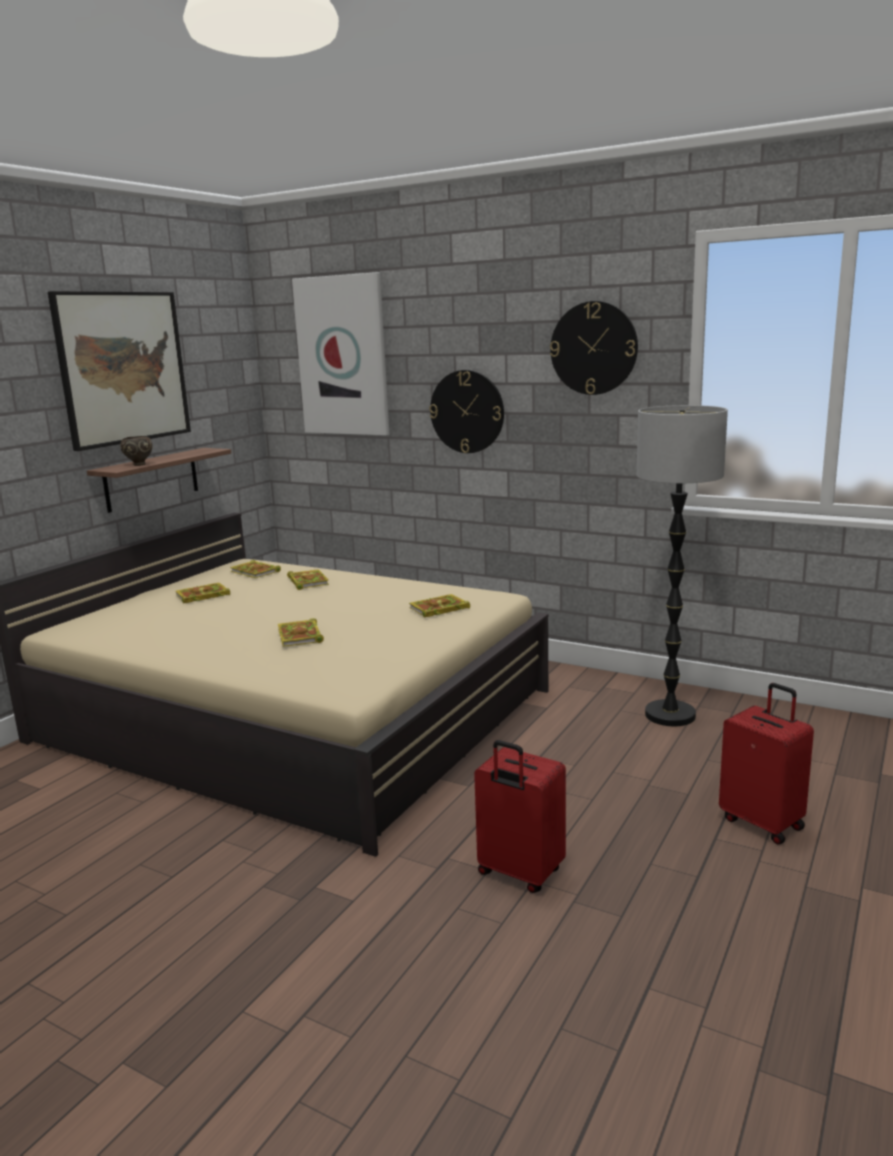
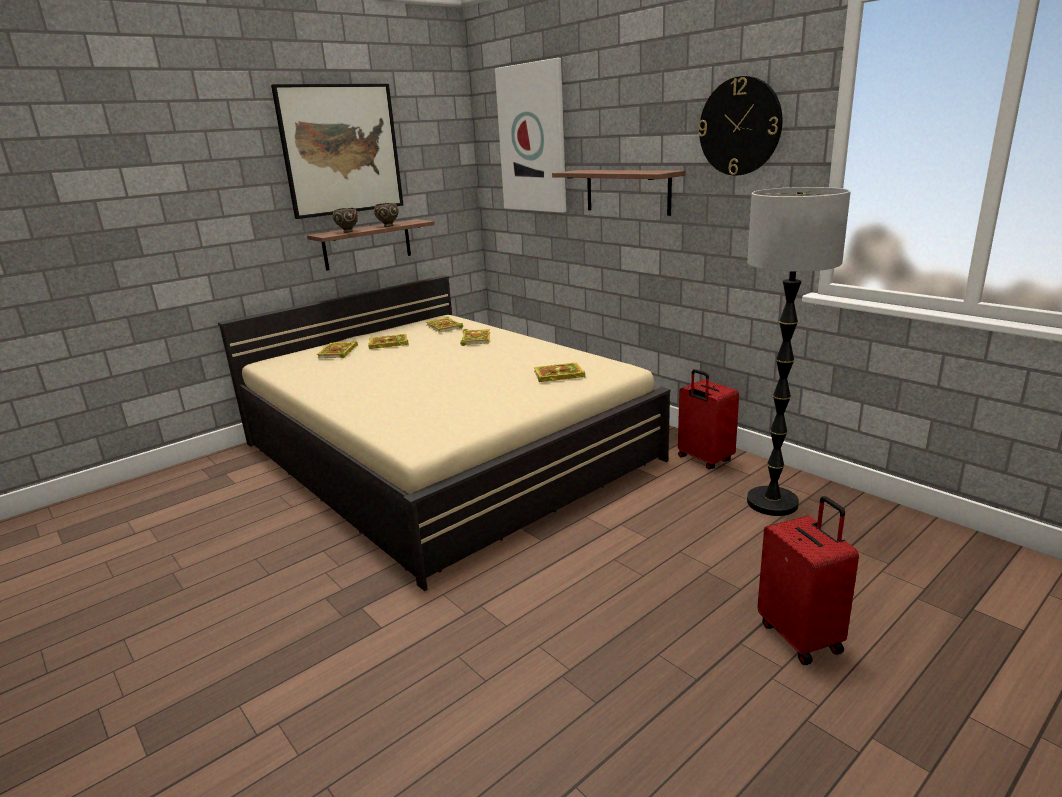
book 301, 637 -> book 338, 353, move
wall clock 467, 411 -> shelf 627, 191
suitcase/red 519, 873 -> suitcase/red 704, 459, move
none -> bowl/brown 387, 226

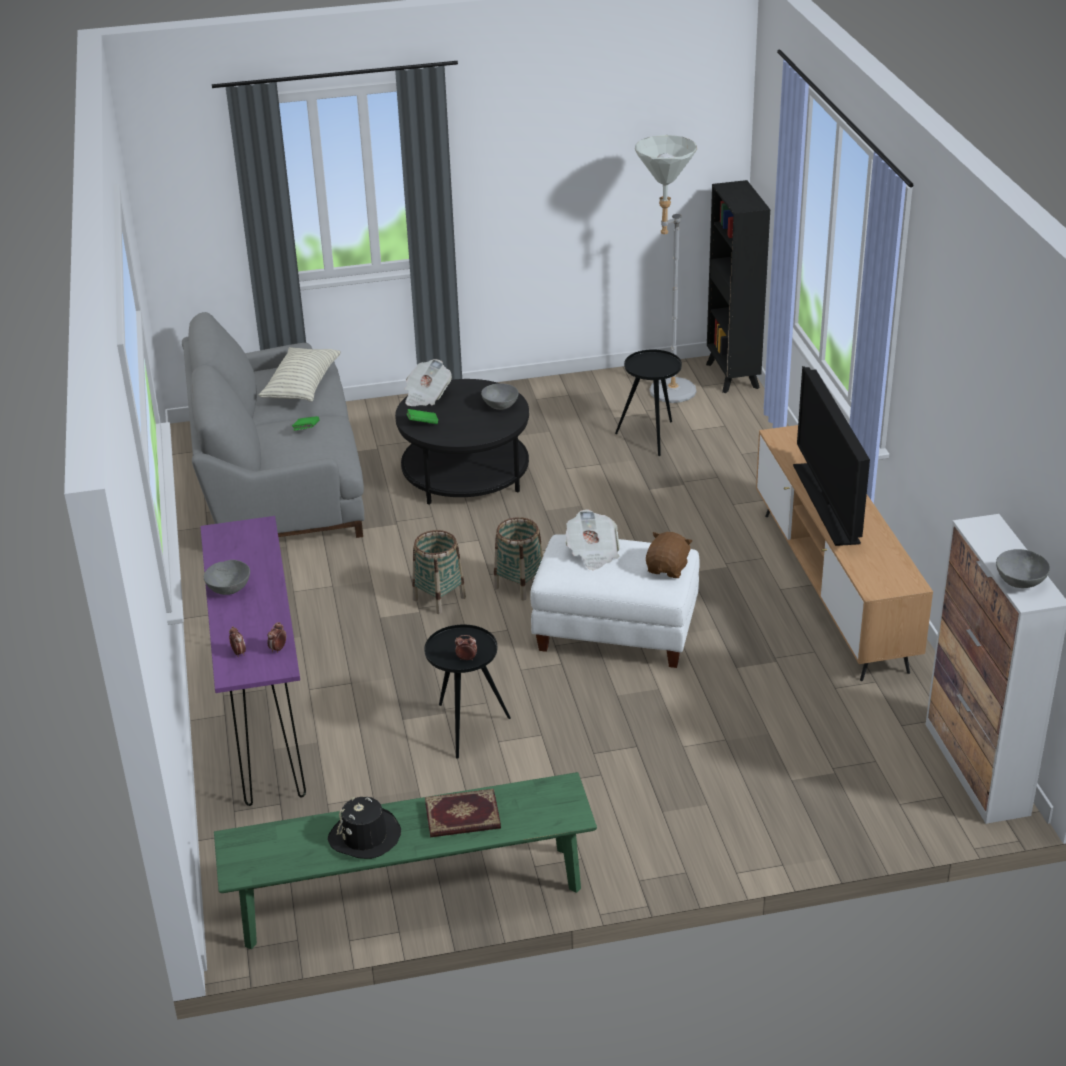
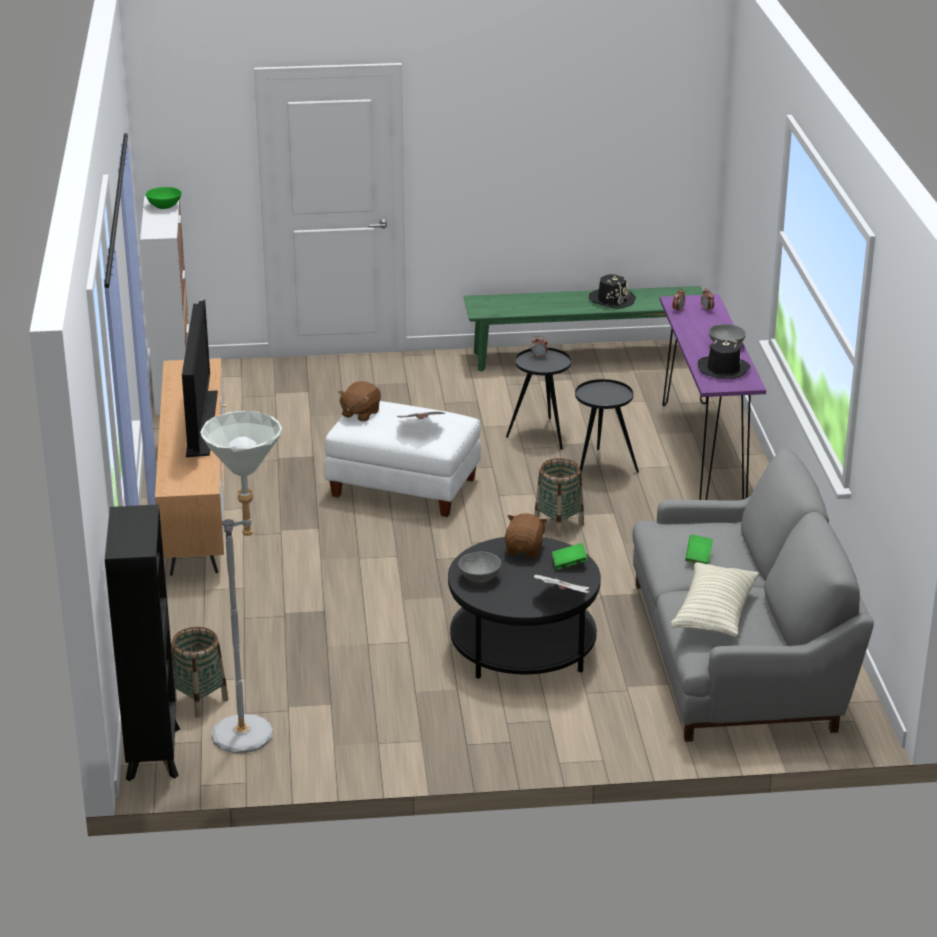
book 462, 817 -> none
basket 519, 585 -> basket 199, 700, move
side table/black 652, 436 -> side table/black 601, 467, move
bowl/grey 1020, 582 -> bowl/green 164, 206
none -> plush toy/brown 525, 549
none -> hat/black 723, 369

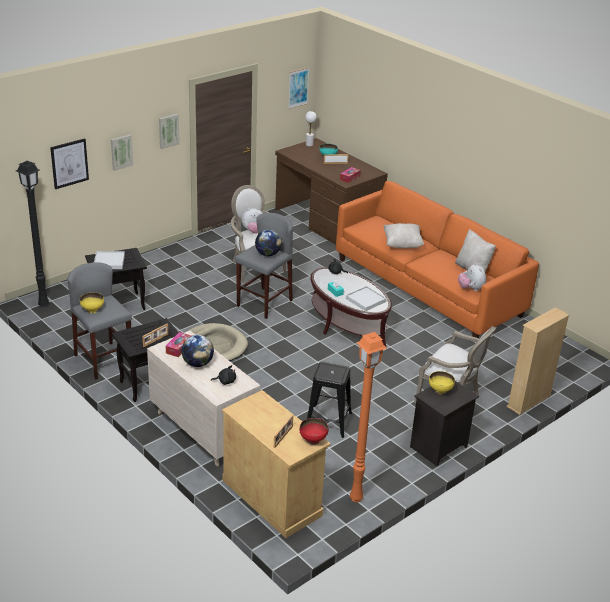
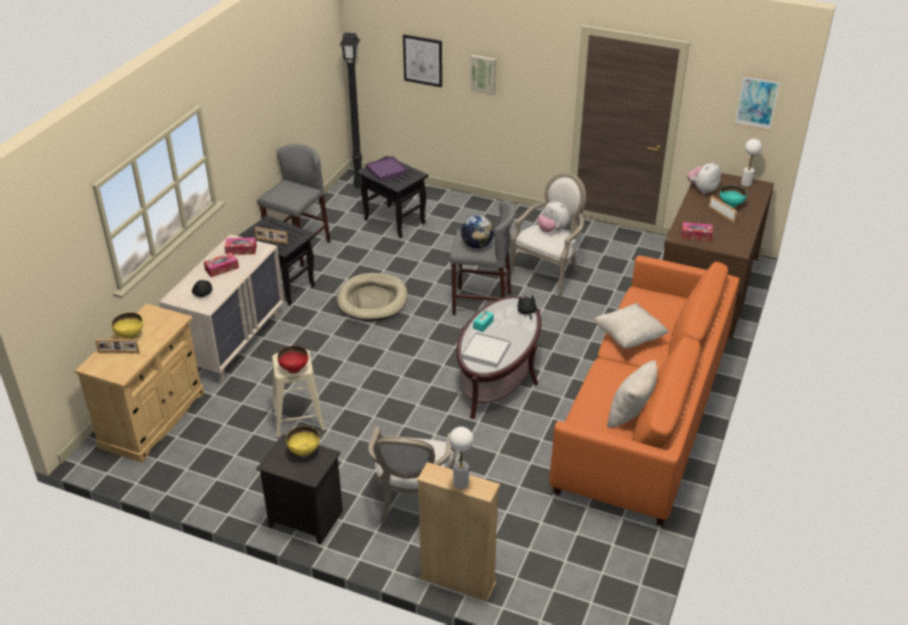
bowl/yellow 93, 310 -> bowl/yellow 130, 336, move
tray/white 109, 262 -> tray/purple 386, 170
picture 168, 130 -> none
globe 197, 364 -> tissue box 222, 269
bowl/red 313, 440 -> bowl/red 294, 369, move
stool/black 328, 421 -> stool/beige 298, 418
floor lamp/orange 355, 499 -> none
plush toy 471, 289 -> plush toy 702, 190, move
none -> table lamp/white 461, 483

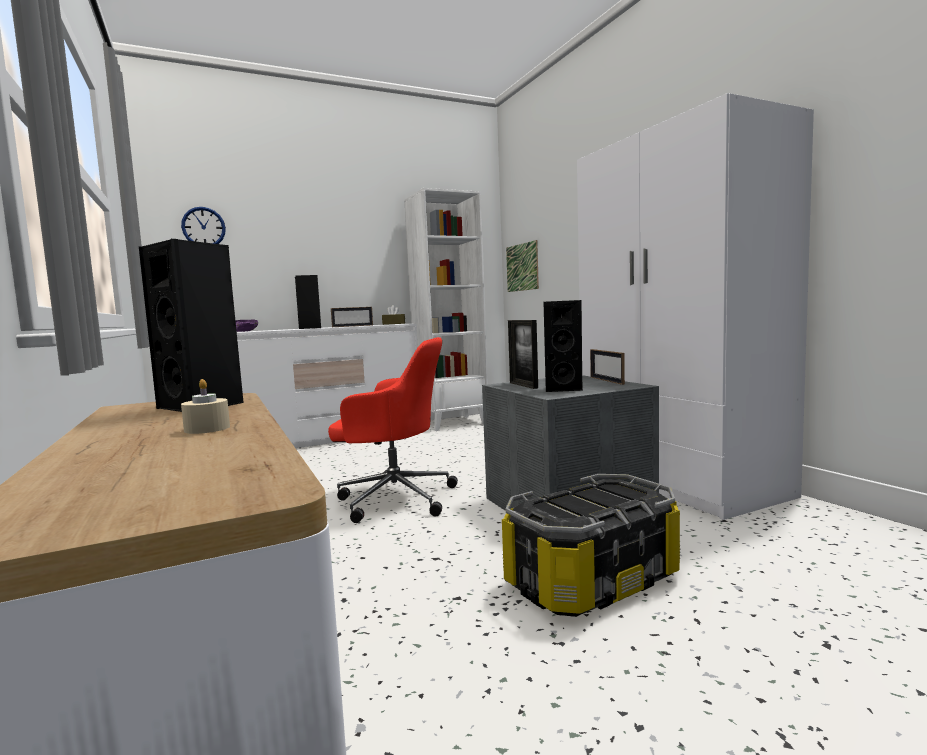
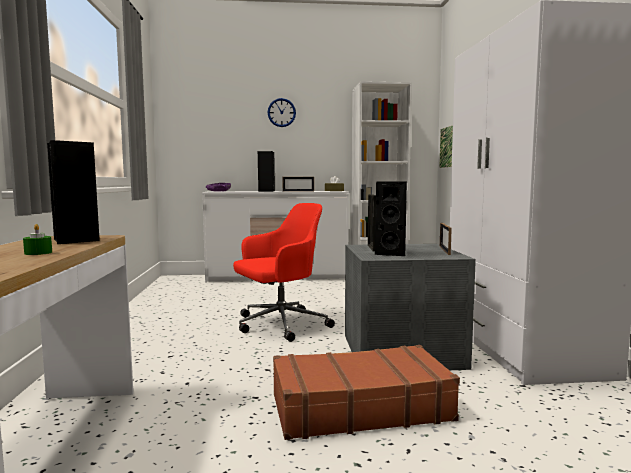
wall clock 203, 227 -> wall clock 281, 112, move
candle/beige 207, 429 -> candle/green 38, 253
office chair/red 394, 498 -> office chair/red 279, 325, 60 degrees counterclockwise
storage box 593, 581 -> suitcase/brown 359, 407

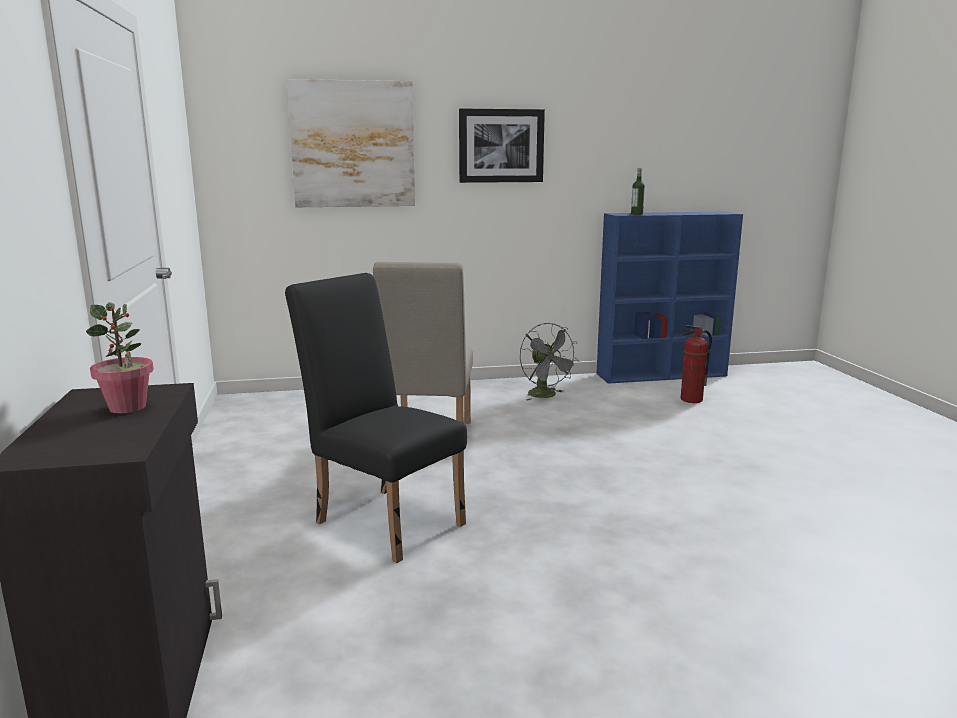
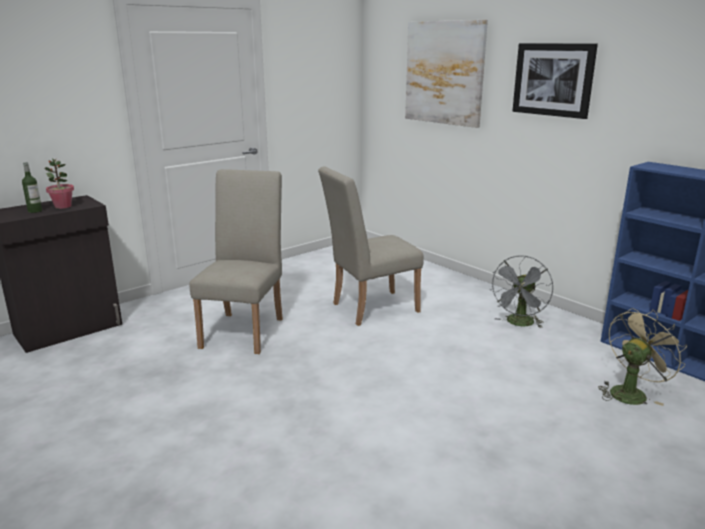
chair/black 383, 518 -> chair/beige 245, 329
bottle 636, 214 -> bottle 35, 211, move
fire extinguisher 691, 400 -> fan/beige 631, 392

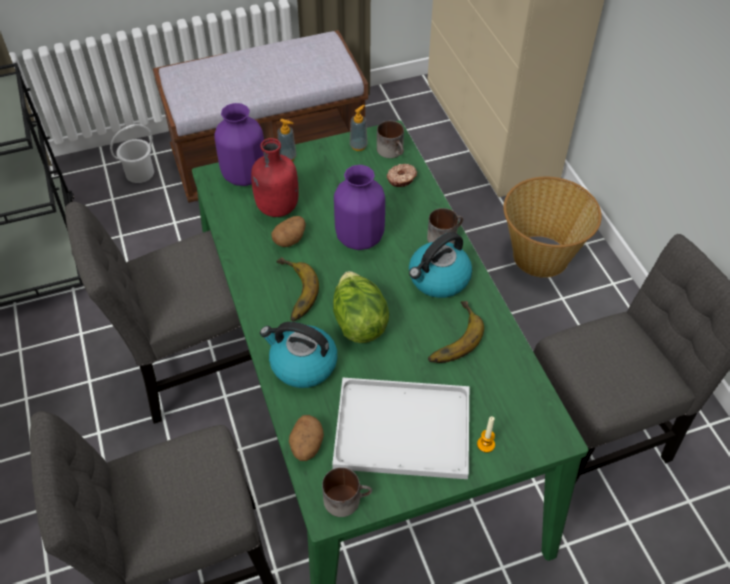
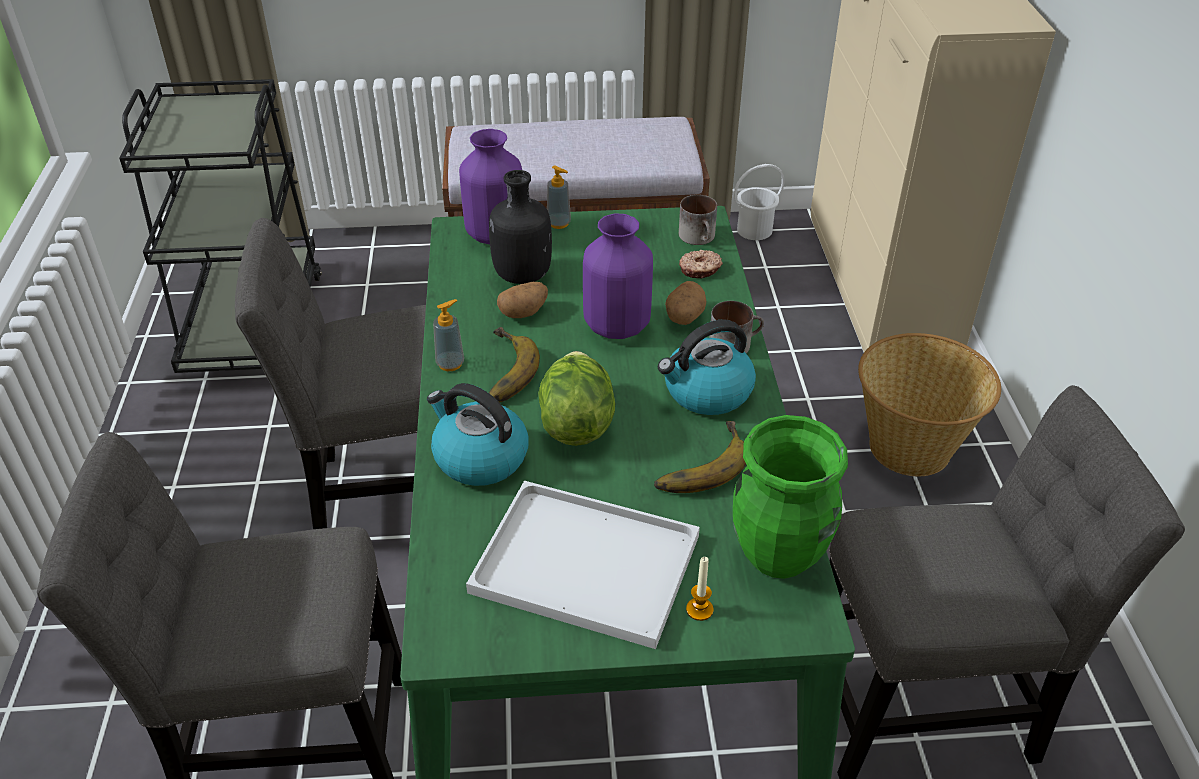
bucket/white 139, 173 -> bucket/white 754, 230, move
bottle/red 276, 208 -> bottle/black 521, 275
potato 306, 446 -> potato 684, 318, move
mug 346, 498 -> none
soap dispenser 358, 146 -> soap dispenser 450, 364, move
none -> vase/green 779, 554

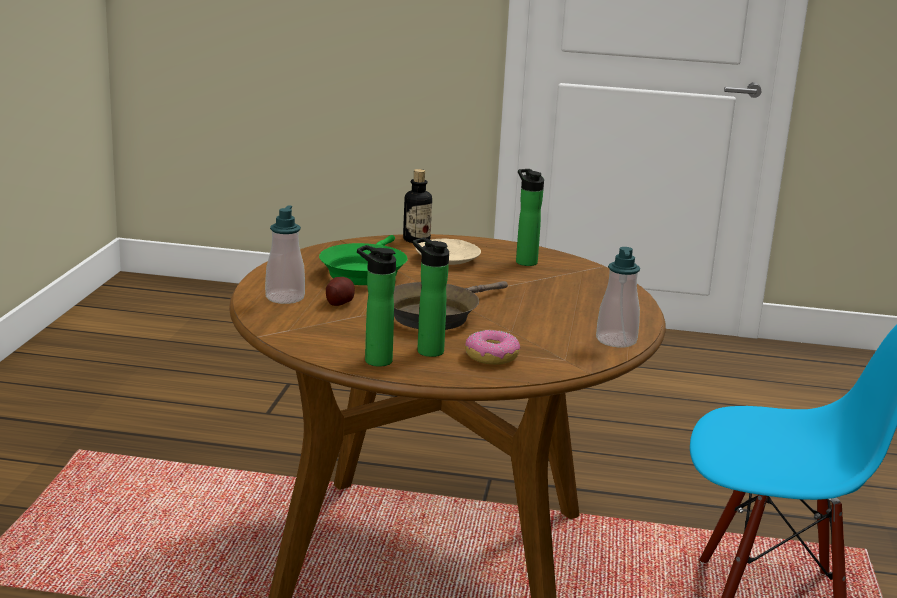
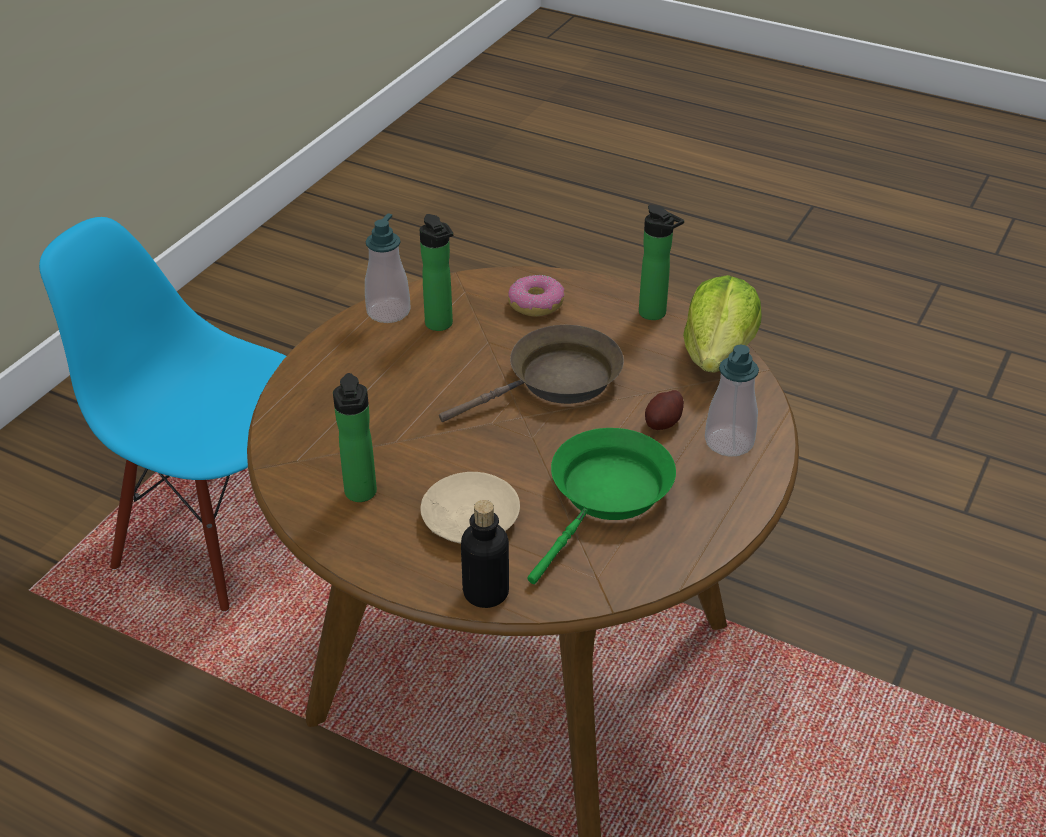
bottle 427, 350 -> bottle 441, 325, move
none -> lettuce 718, 354

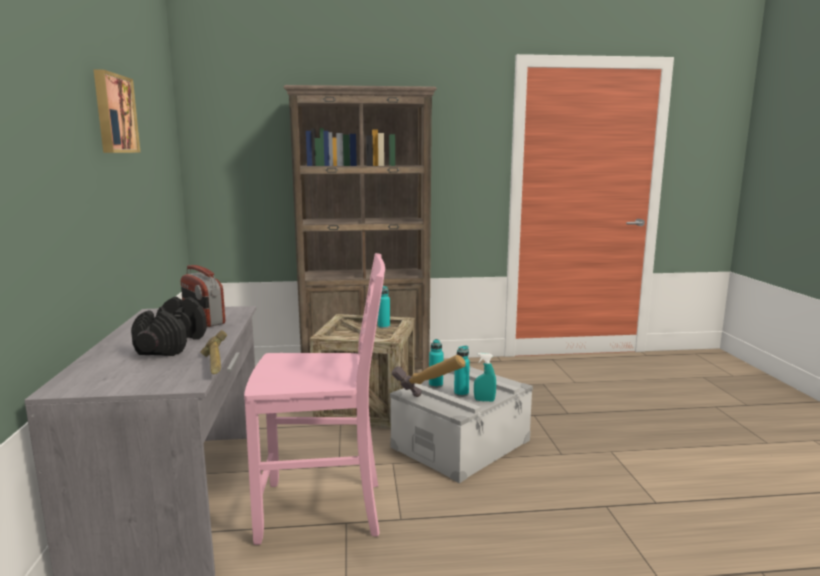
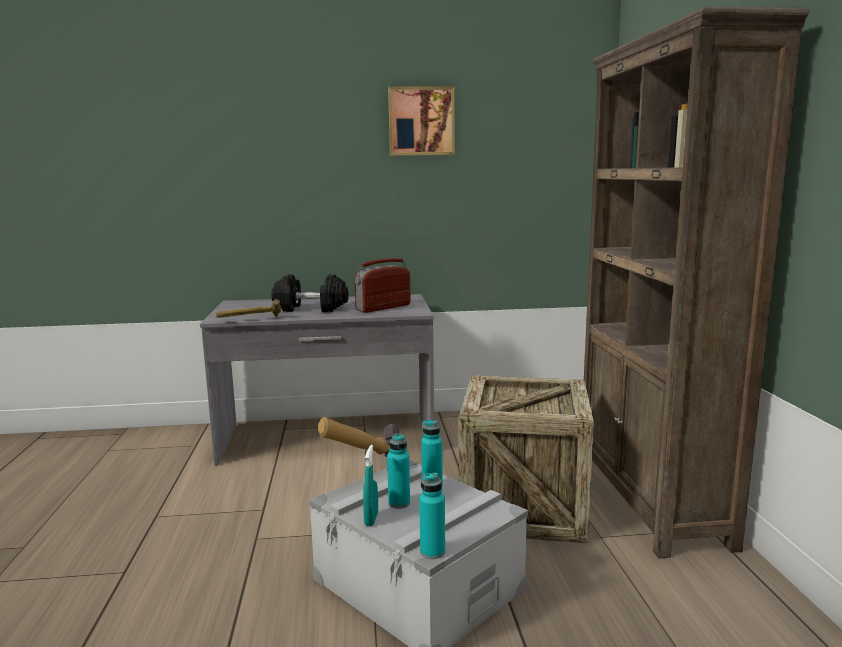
chair/pink 324, 511 -> none
bottle/turquoise 383, 326 -> bottle/turquoise 432, 552, move

